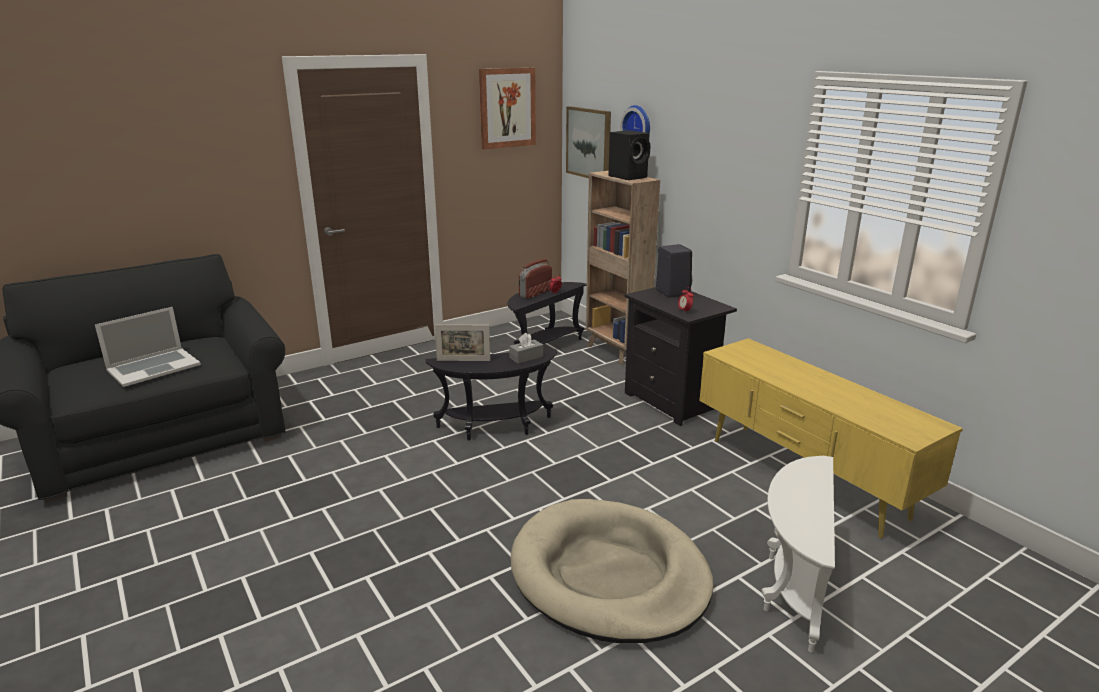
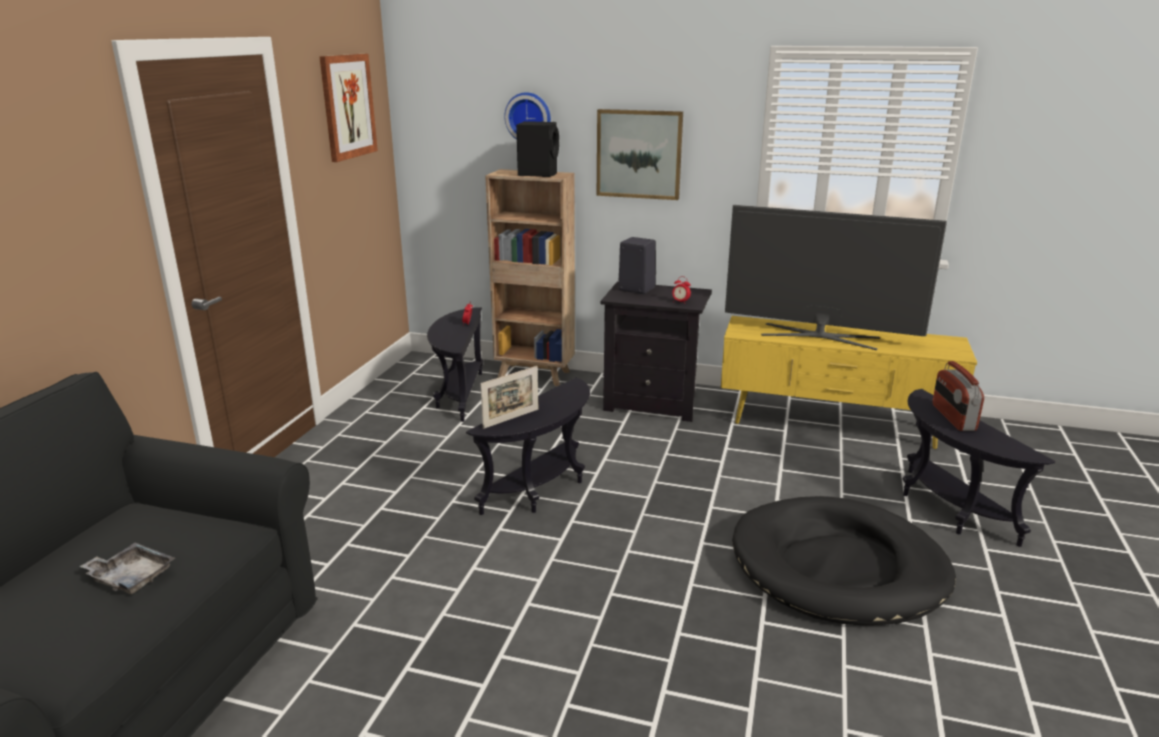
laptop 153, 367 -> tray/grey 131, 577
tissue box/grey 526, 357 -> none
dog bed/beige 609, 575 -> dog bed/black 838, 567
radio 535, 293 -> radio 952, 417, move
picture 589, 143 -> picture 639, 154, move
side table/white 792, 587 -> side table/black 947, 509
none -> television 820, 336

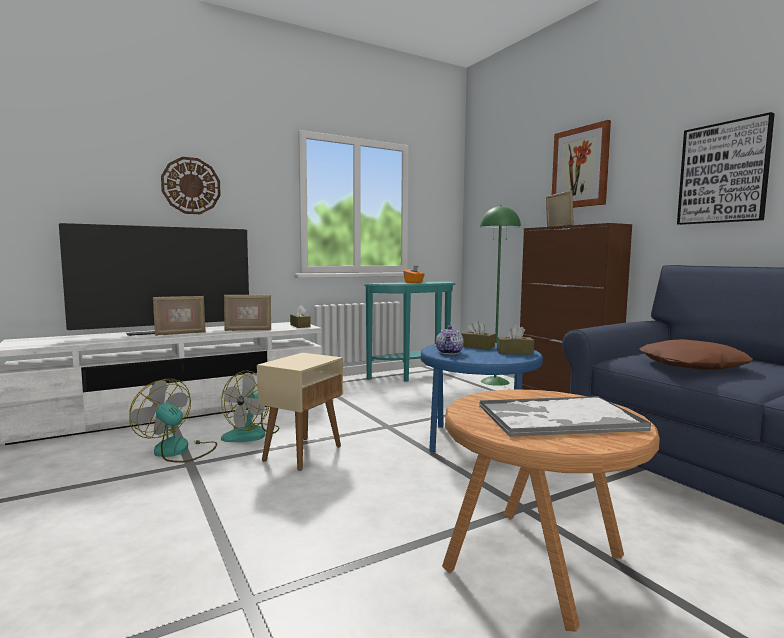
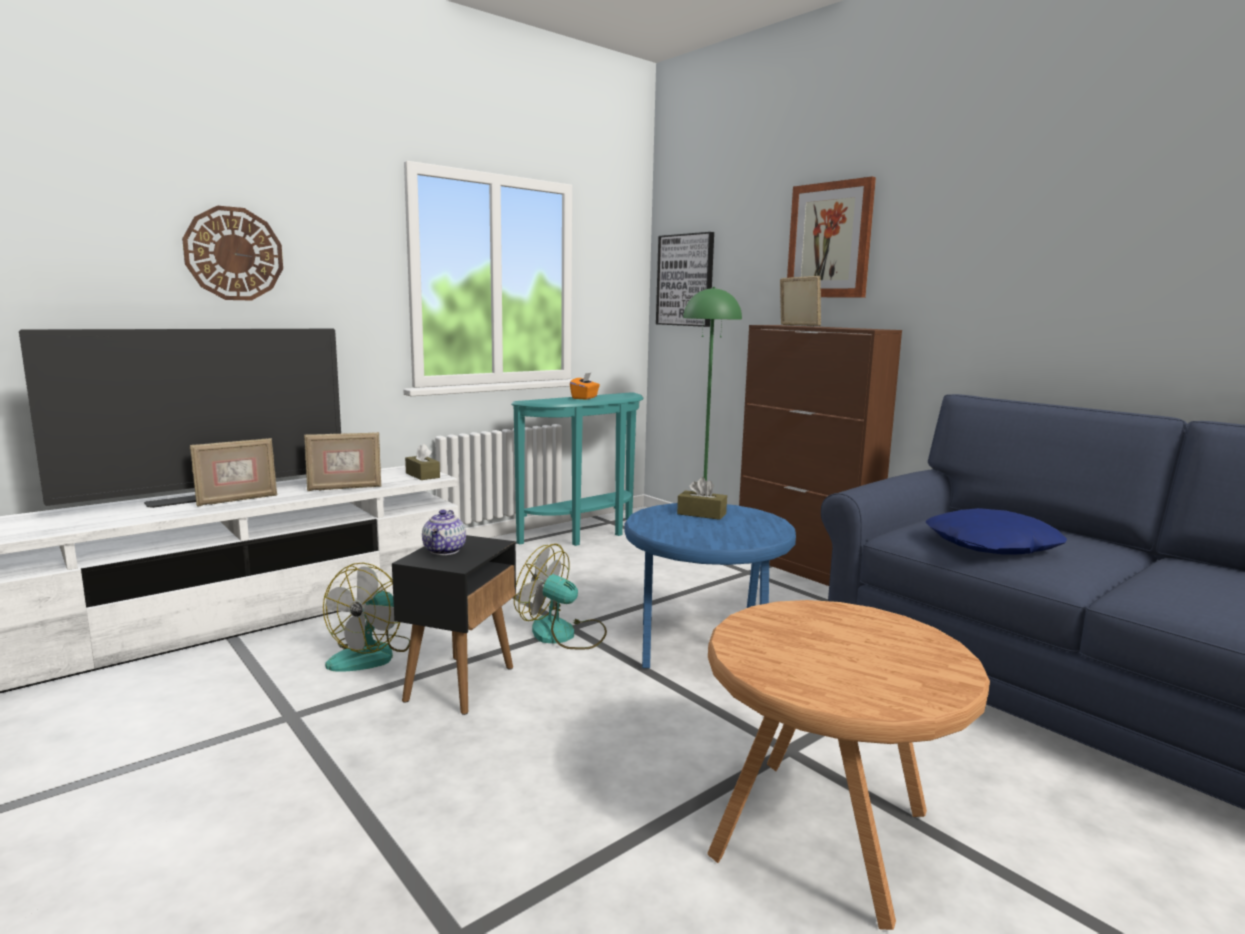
fan 178, 451 -> fan 563, 634, move
side table/beige 303, 453 -> side table/black 460, 683
teapot 450, 352 -> teapot 445, 551, move
tray 557, 418 -> none
tissue box/brown 514, 352 -> none
pillow/brown 692, 365 -> pillow/blue 992, 545
picture 723, 173 -> picture 685, 280, move

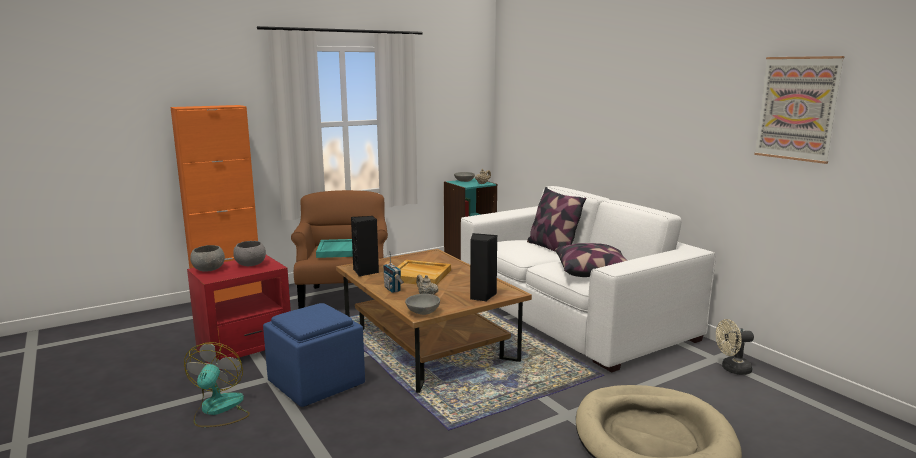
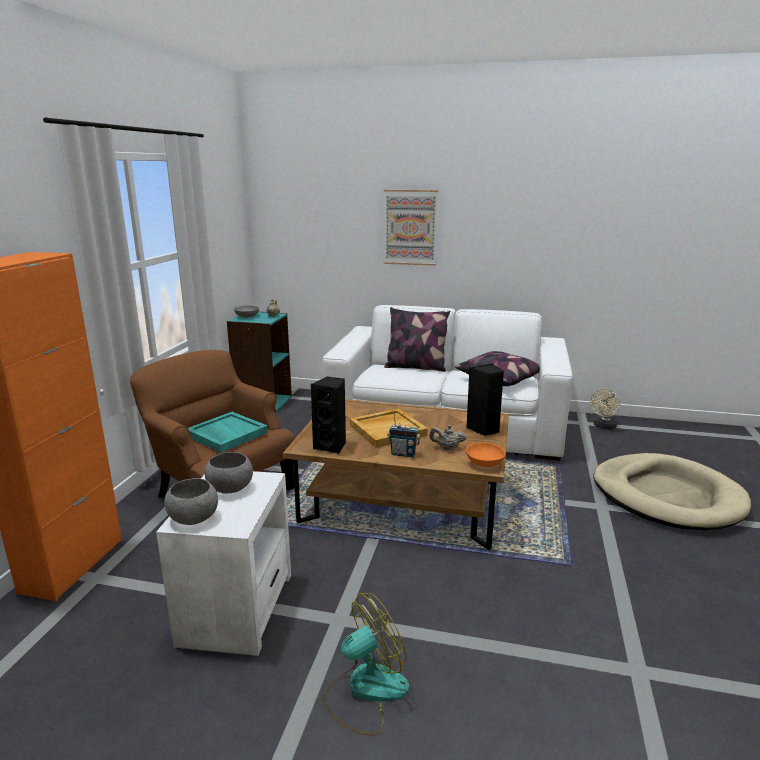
fan 218, 410 -> fan 365, 690, 105 degrees clockwise
side table/red 246, 349 -> side table/white 238, 607
ottoman/blue 316, 383 -> none
bowl/grey 422, 312 -> bowl/orange 484, 463
picture 797, 108 -> picture 410, 227, move

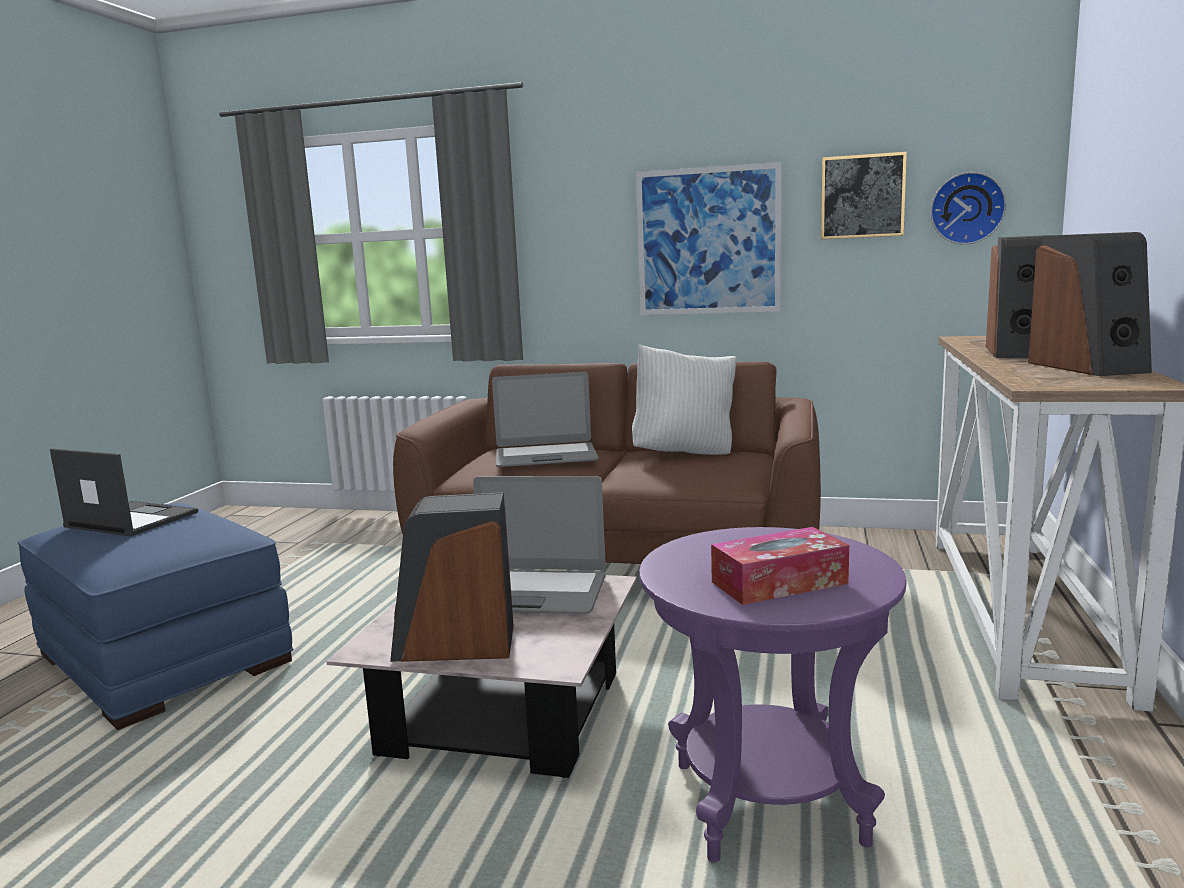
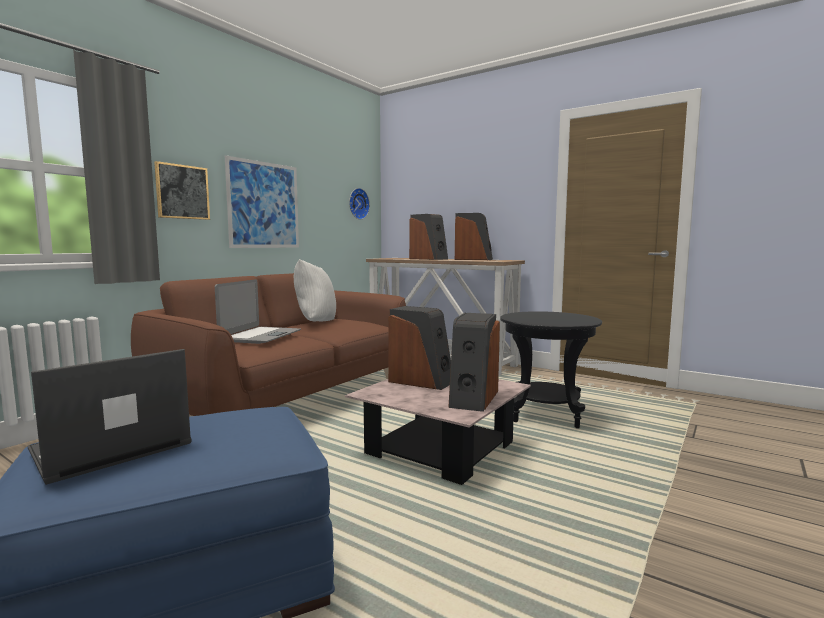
laptop 532, 593 -> speaker 421, 381
side table/purple 767, 804 -> side table/black 546, 415
tissue box 779, 583 -> none
picture 862, 196 -> picture 182, 192, move

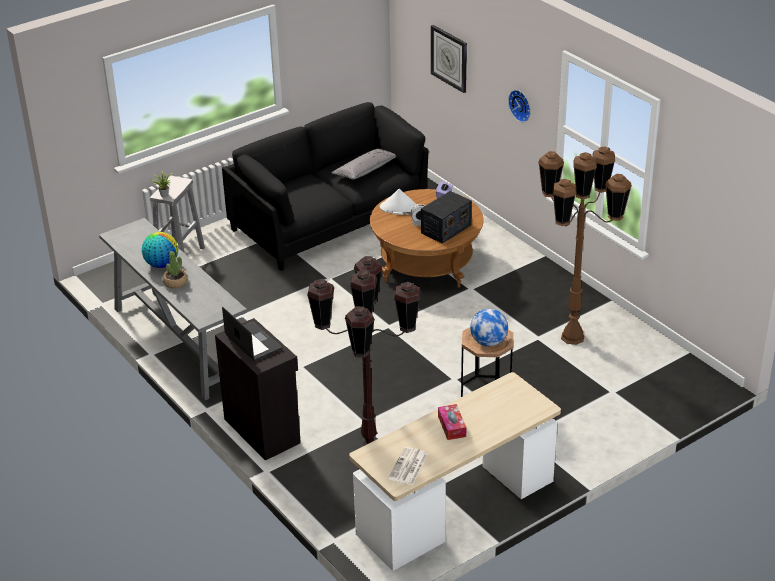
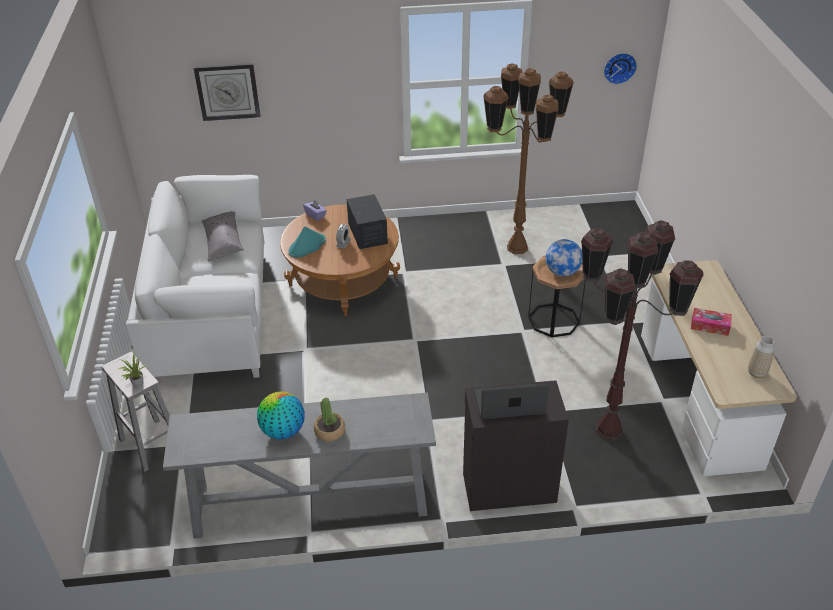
sofa/black 328, 221 -> sofa/white 212, 314
hat/white 400, 208 -> hat/turquoise 307, 246
newspaper 408, 467 -> vase 757, 373
wall clock 521, 105 -> wall clock 619, 67, move

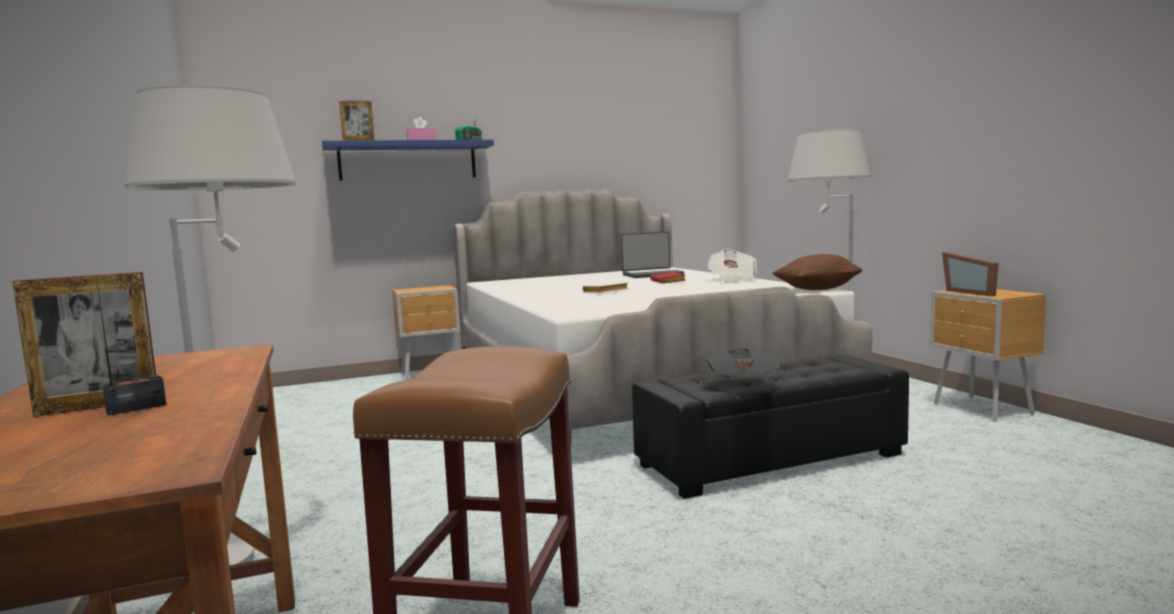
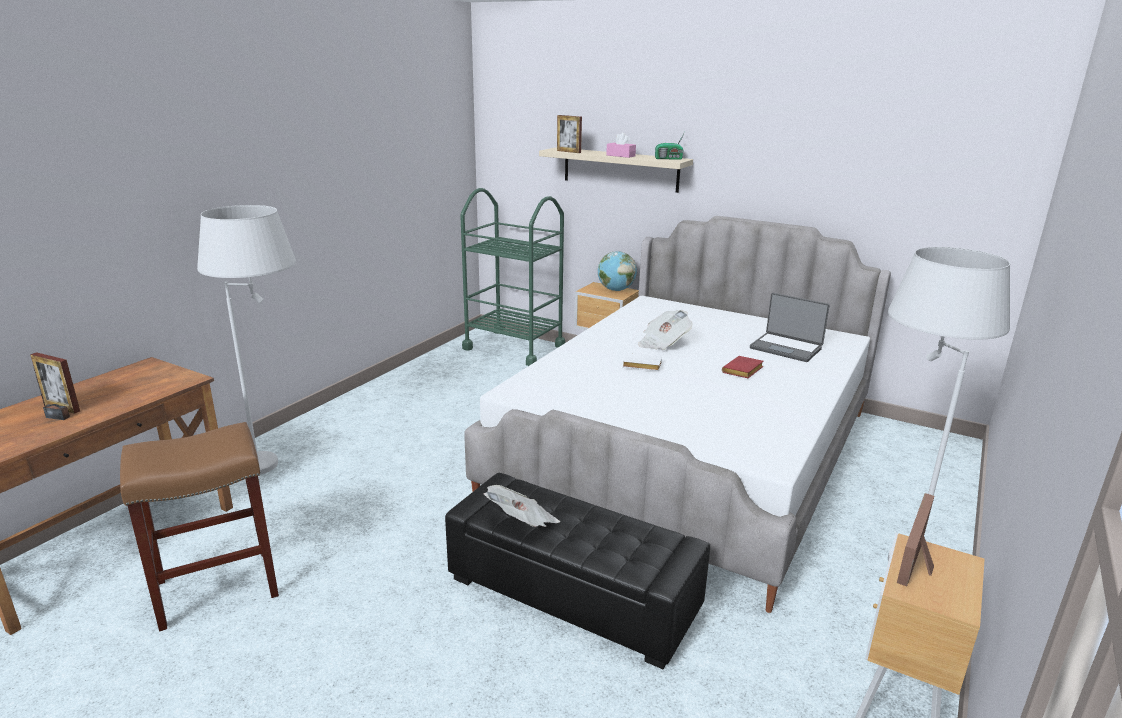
shelf/blue 408, 161 -> shelf/beige 620, 169
newspaper 732, 280 -> newspaper 663, 343, move
pillow/brown 817, 289 -> none
none -> cart/green 514, 347
none -> globe 616, 290

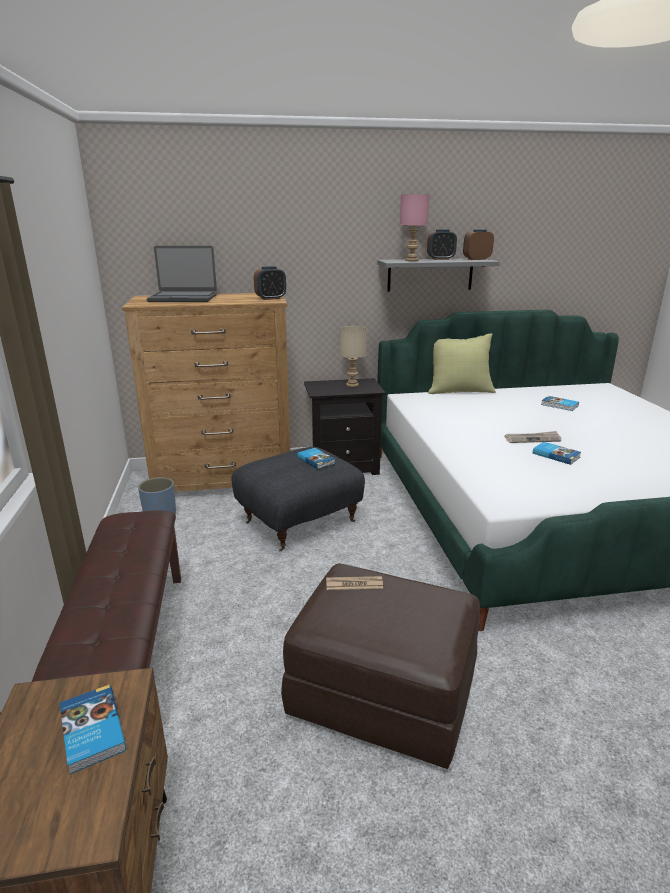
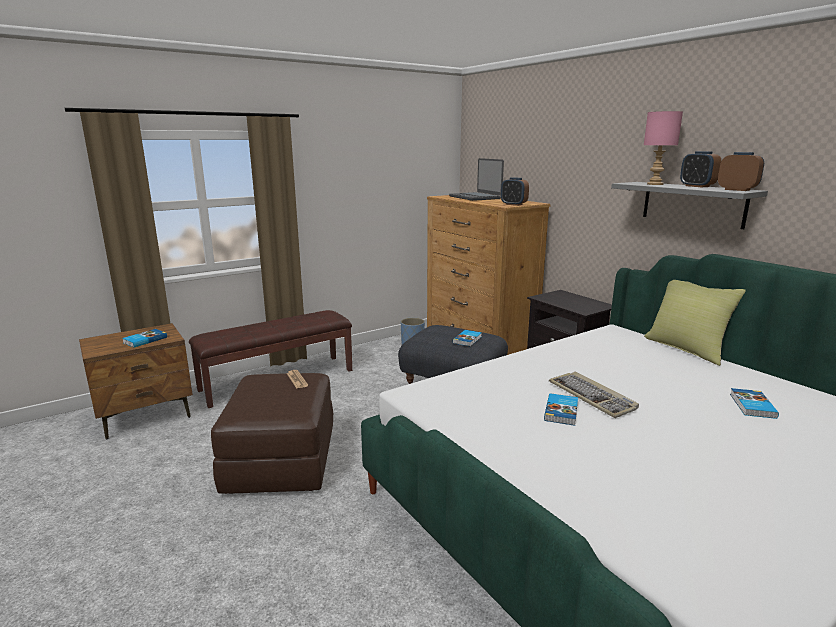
table lamp/beige 352, 385 -> none
newspaper 532, 439 -> keyboard 592, 397

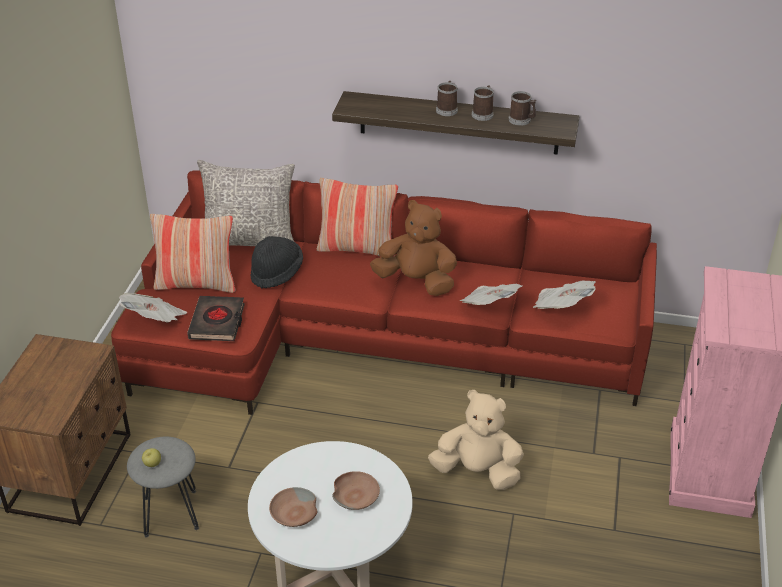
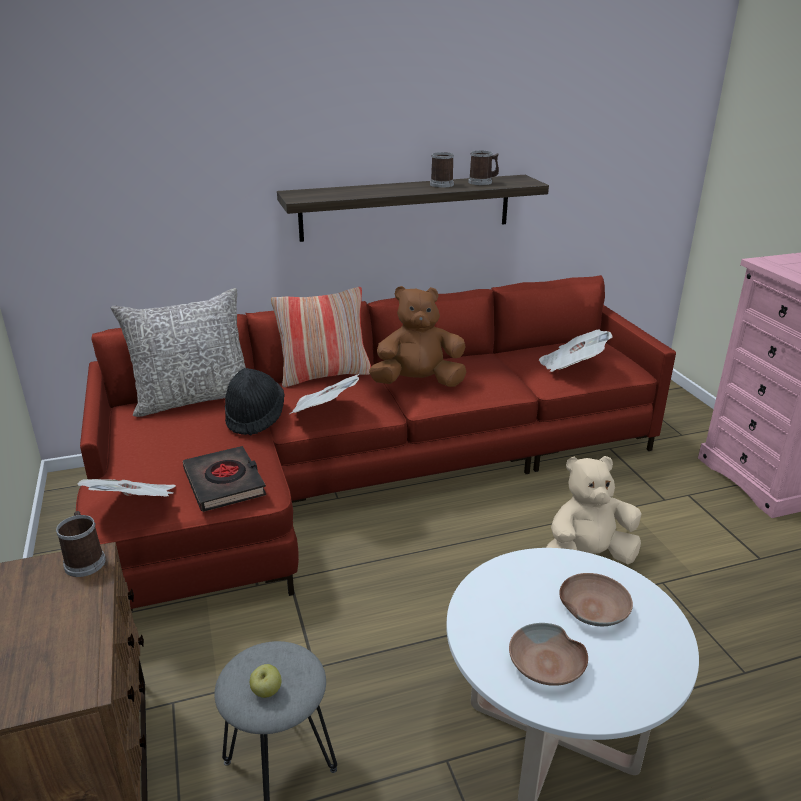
pillow 196, 283 -> none
mug 447, 109 -> mug 85, 560, move
newspaper 489, 306 -> newspaper 324, 411, move

